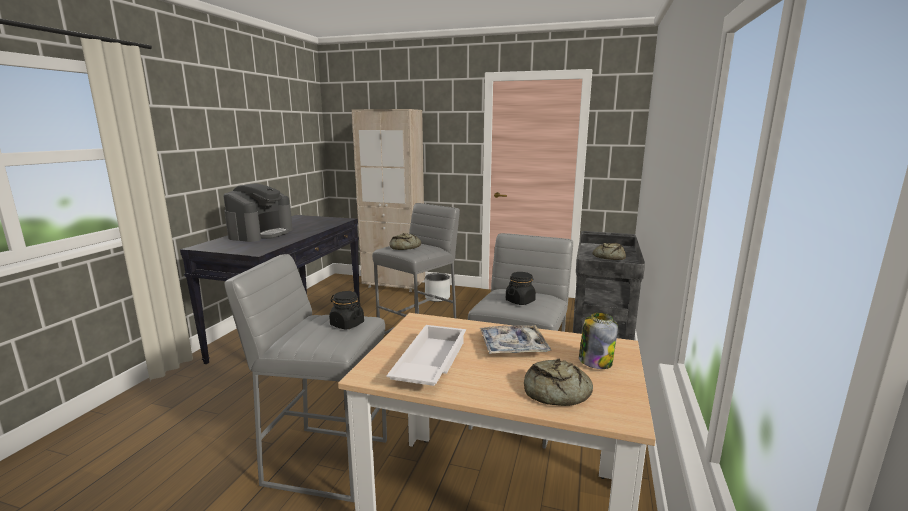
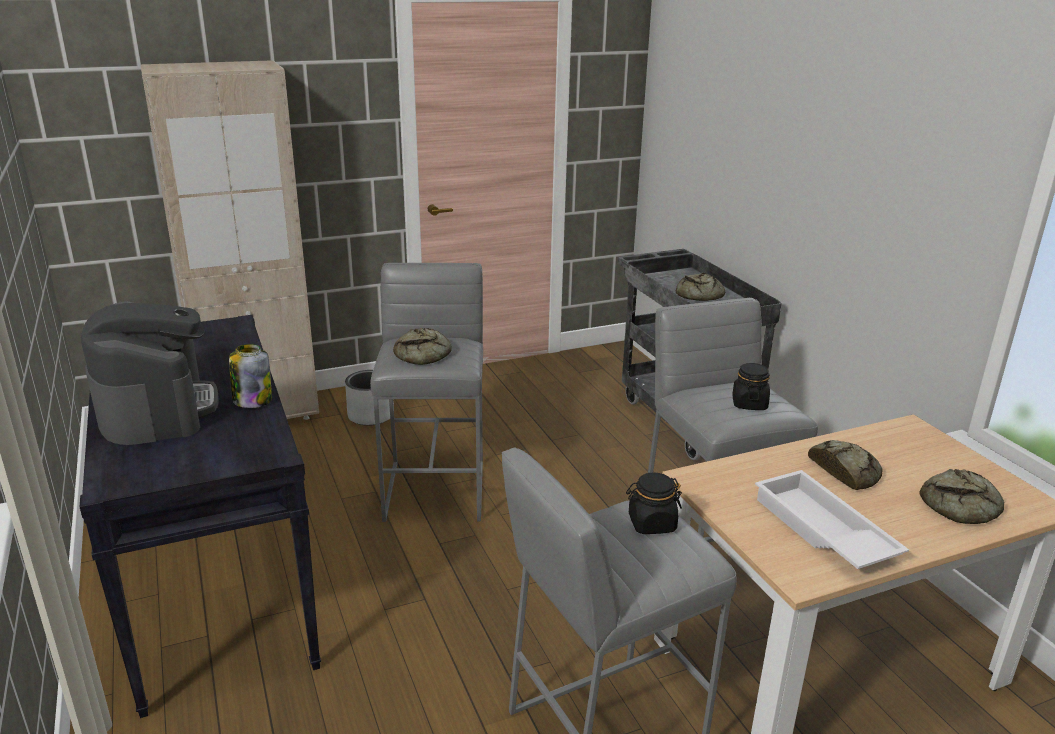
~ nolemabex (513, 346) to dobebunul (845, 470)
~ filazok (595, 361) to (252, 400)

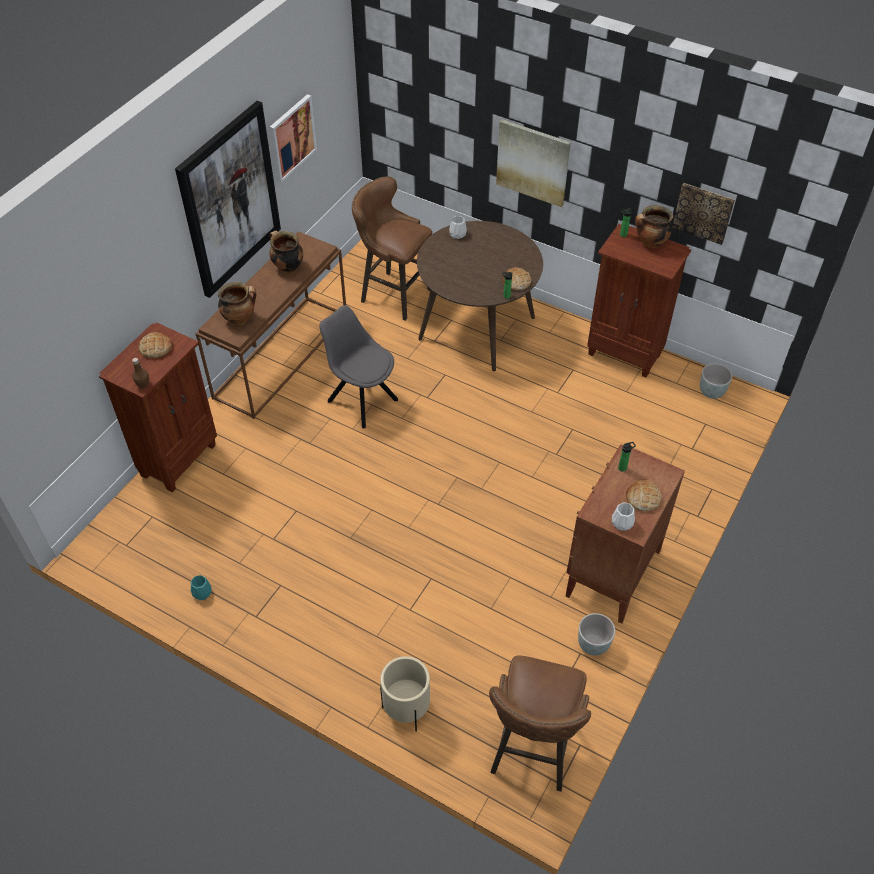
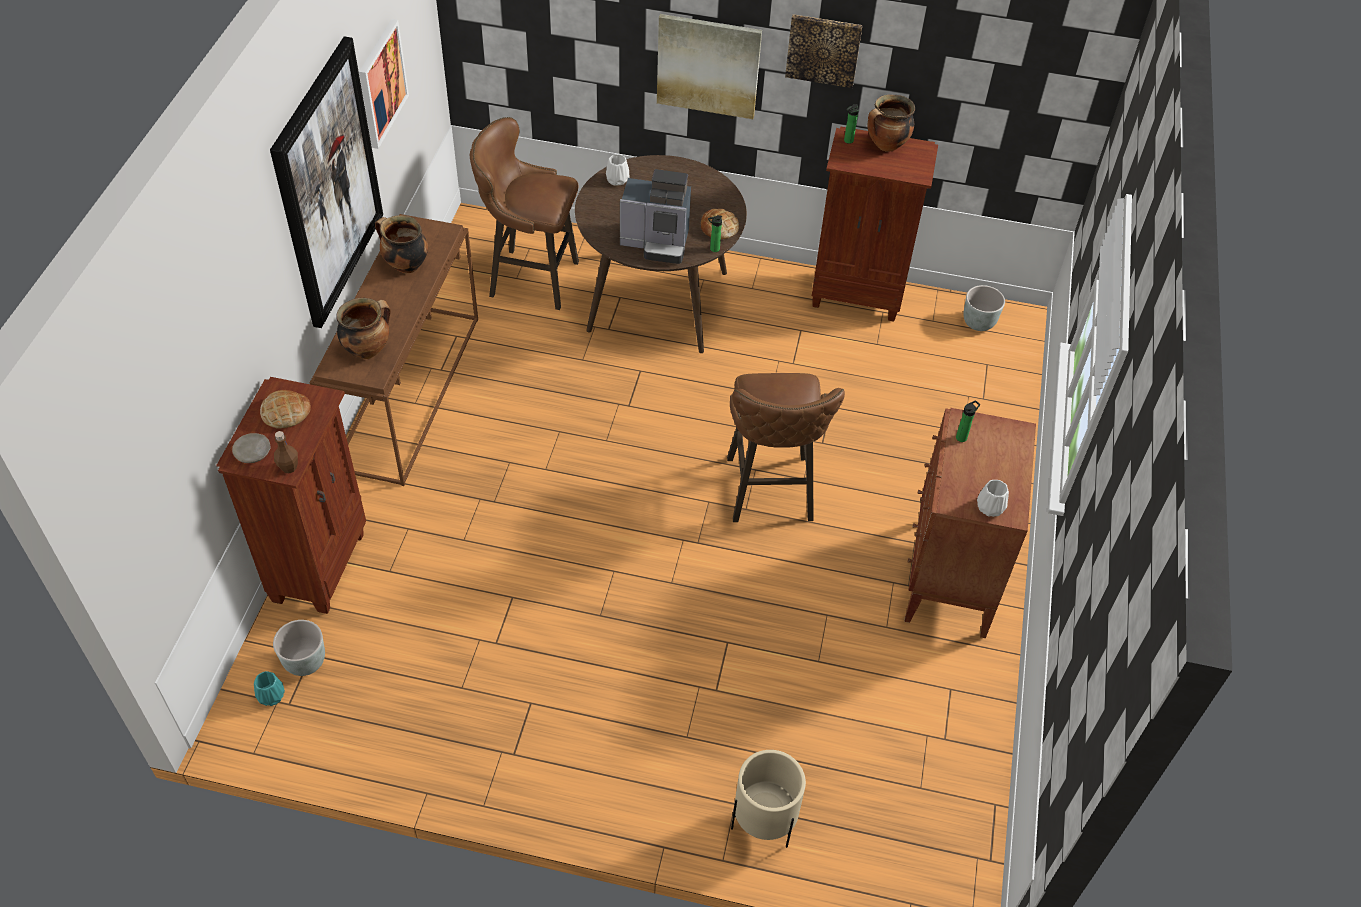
~ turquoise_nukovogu (202, 593) to (272, 696)
- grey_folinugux (361, 400)
~ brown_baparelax (532, 752) to (770, 493)
~ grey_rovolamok (593, 645) to (305, 662)
- dobebunul (643, 497)
~ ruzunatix (703, 212) to (823, 49)
+ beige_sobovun (253, 452)
+ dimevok (657, 242)

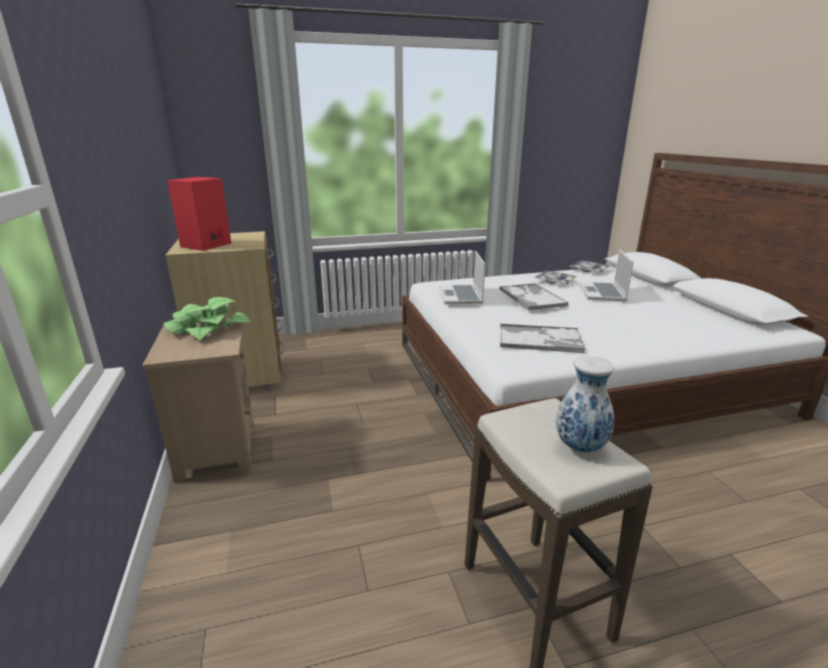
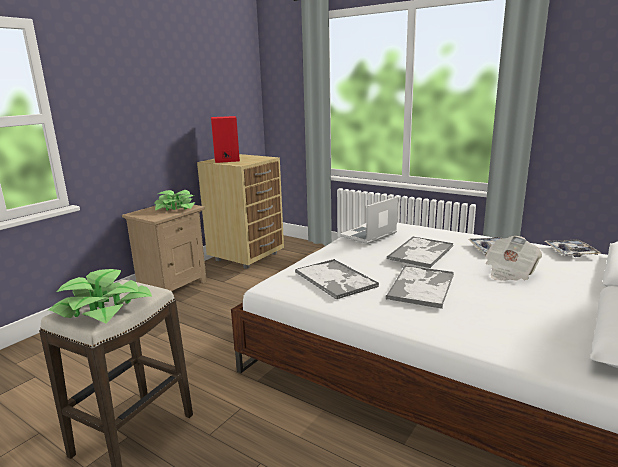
~ nukovogu (580, 446) to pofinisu (103, 309)
~ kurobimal (602, 293) to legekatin (509, 272)
+ nolemabex (421, 286)

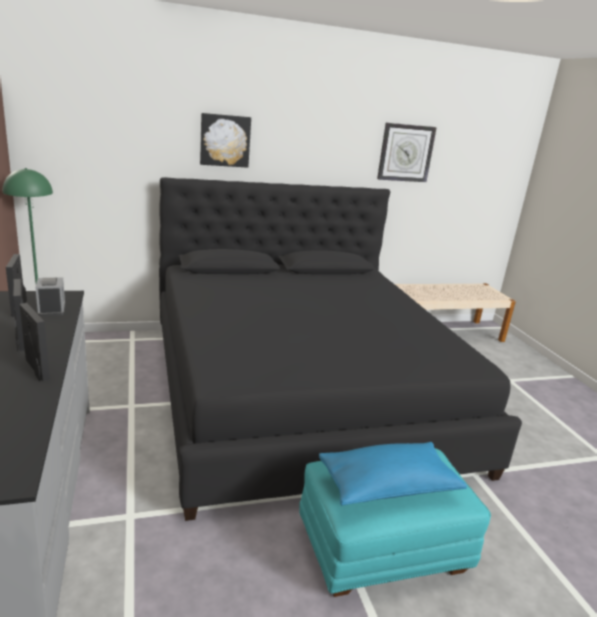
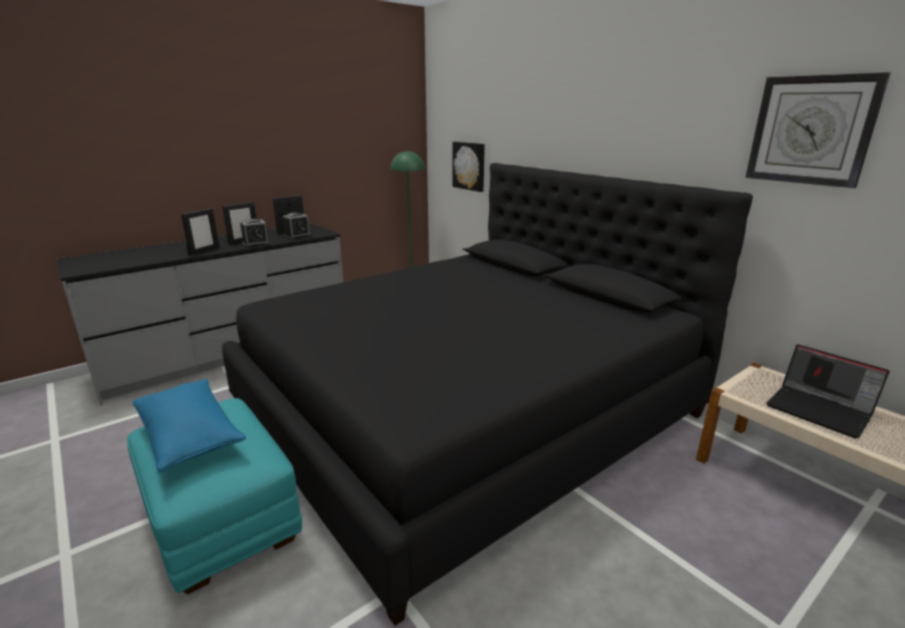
~ ruzunatix (225, 140) to (469, 166)
+ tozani (256, 243)
+ kurobimal (820, 410)

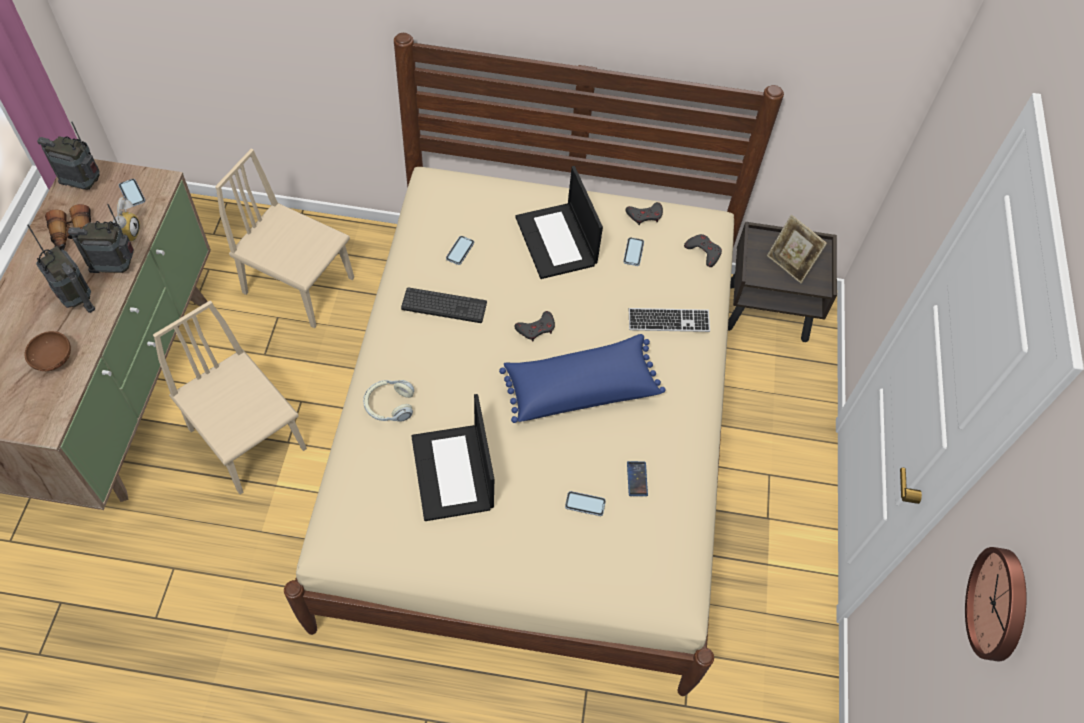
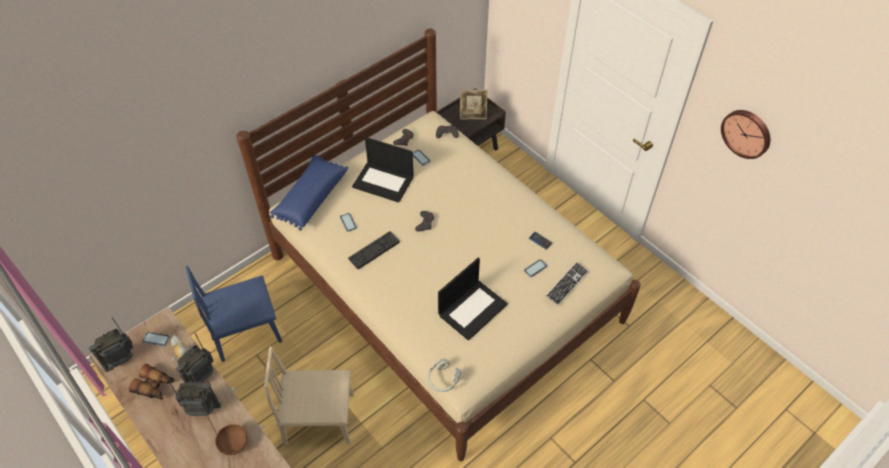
~ beige_folinugux (299, 285) to blue_folinugux (246, 331)
~ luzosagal (389, 405) to (443, 379)
~ kurobimal (453, 473) = (472, 308) 75 degrees counterclockwise
~ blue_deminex (580, 388) to (310, 198)
~ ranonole (668, 321) to (567, 284)

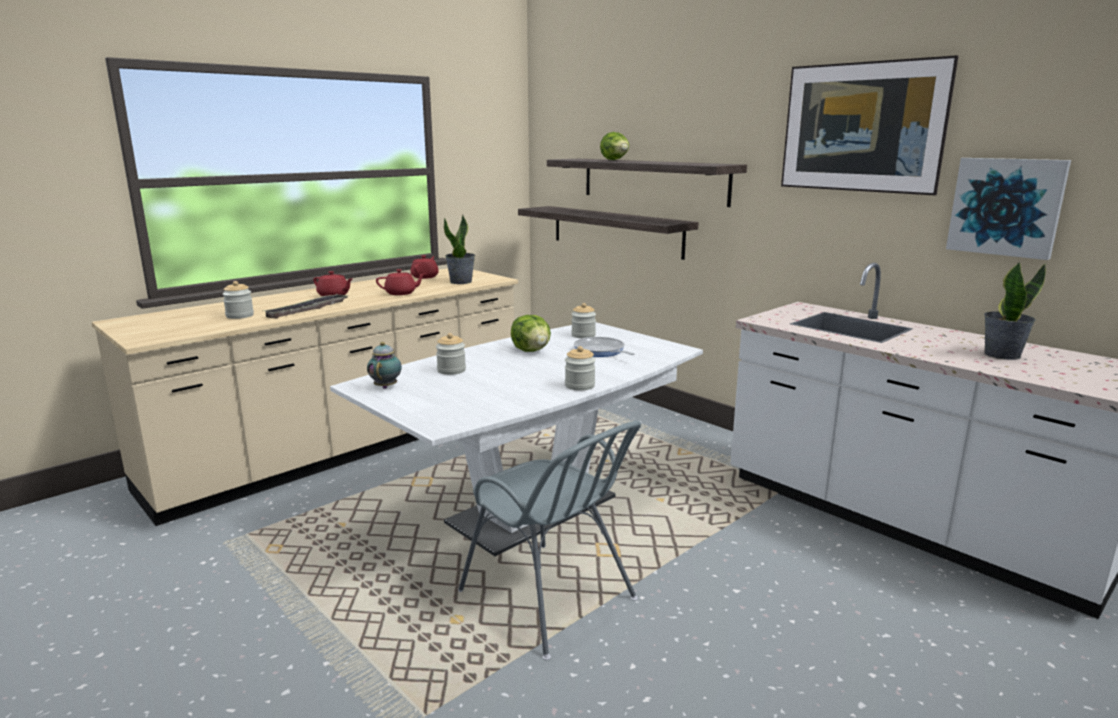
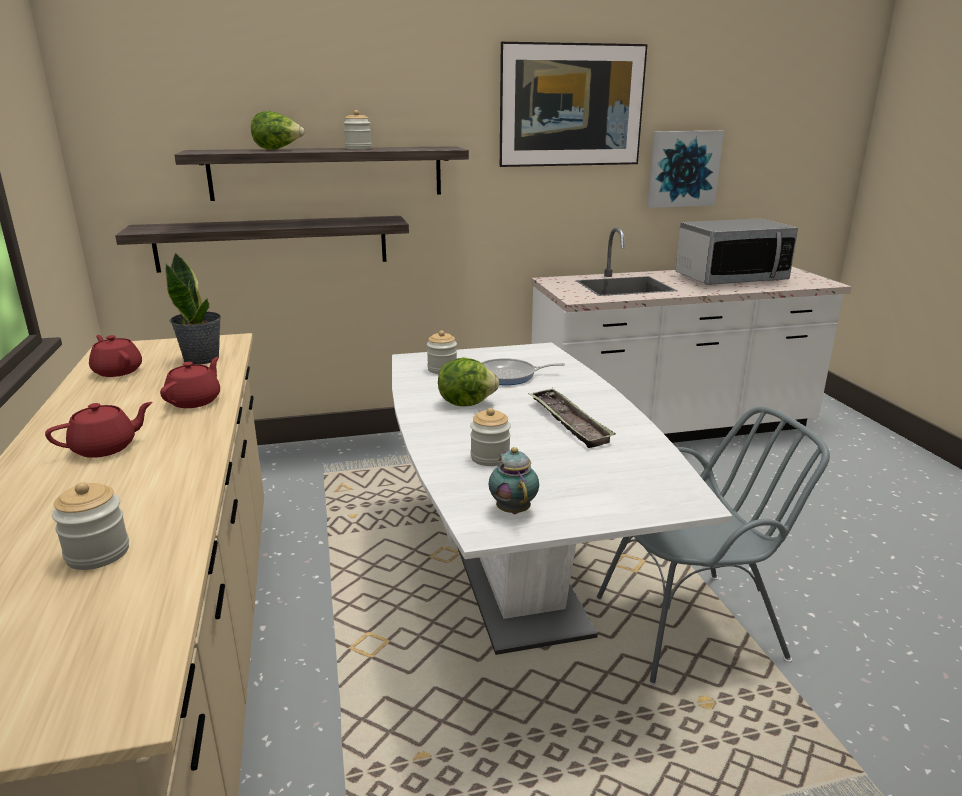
~ nolemabex (307, 310) to (568, 422)
~ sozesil (386, 386) = (513, 509) 45 degrees clockwise
~ filazok (579, 386) to (358, 148)
~ pofinisu (1001, 355) to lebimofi (730, 278)

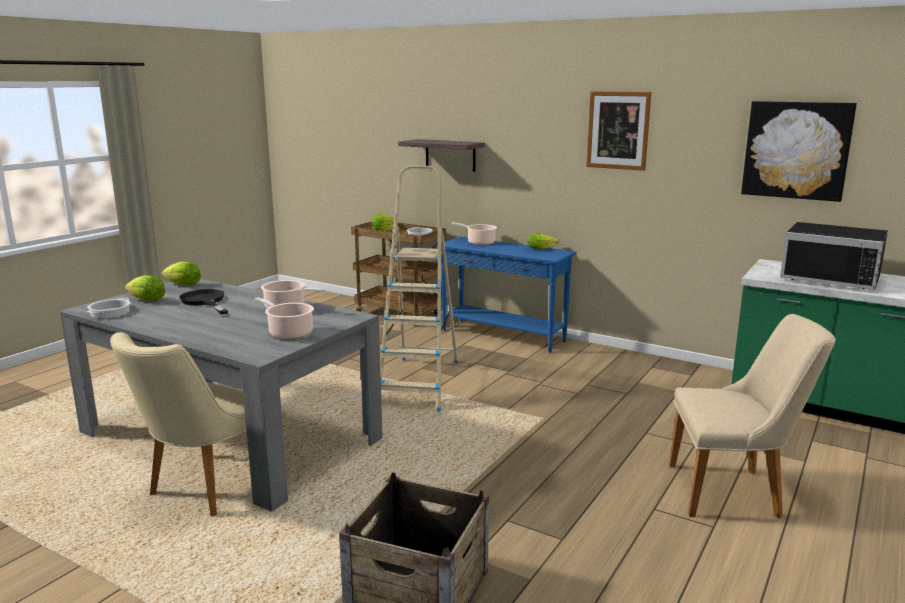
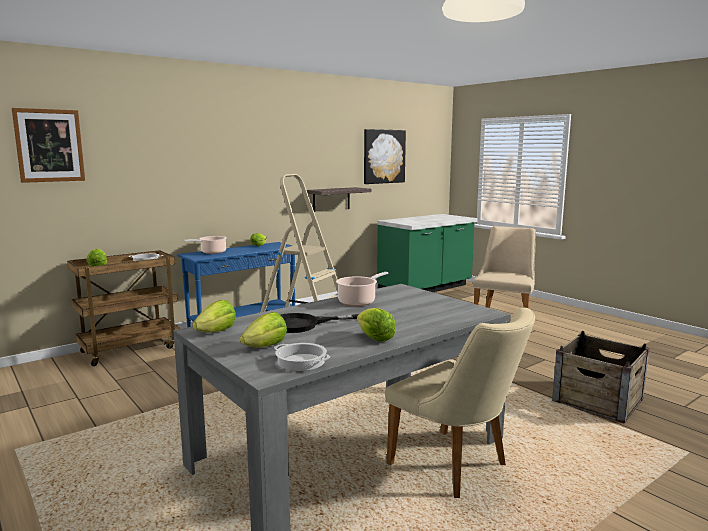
- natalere (289, 333)
~ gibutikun (450, 155) to (331, 199)
~ ruzunatix (618, 130) to (49, 145)
- black_lebimofi (831, 277)
+ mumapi (374, 338)

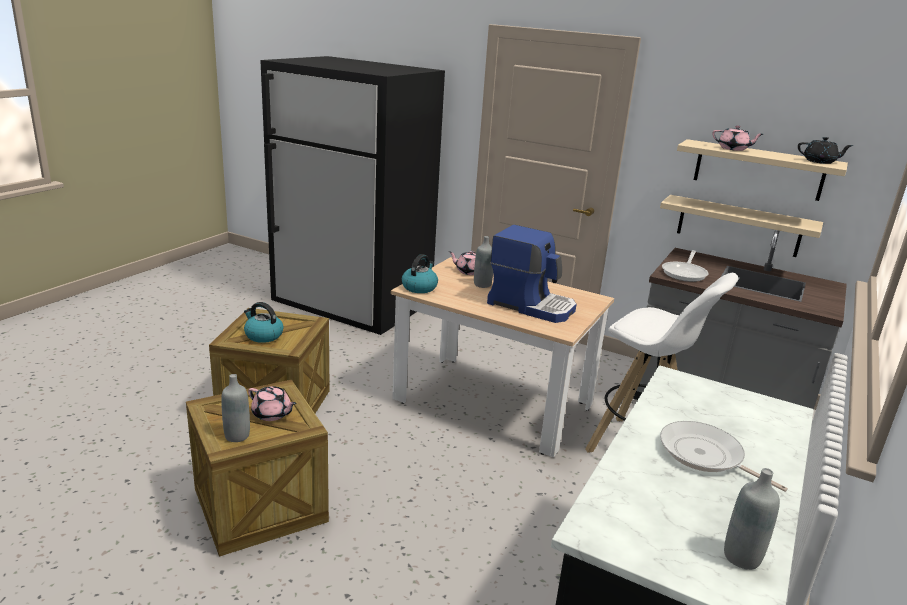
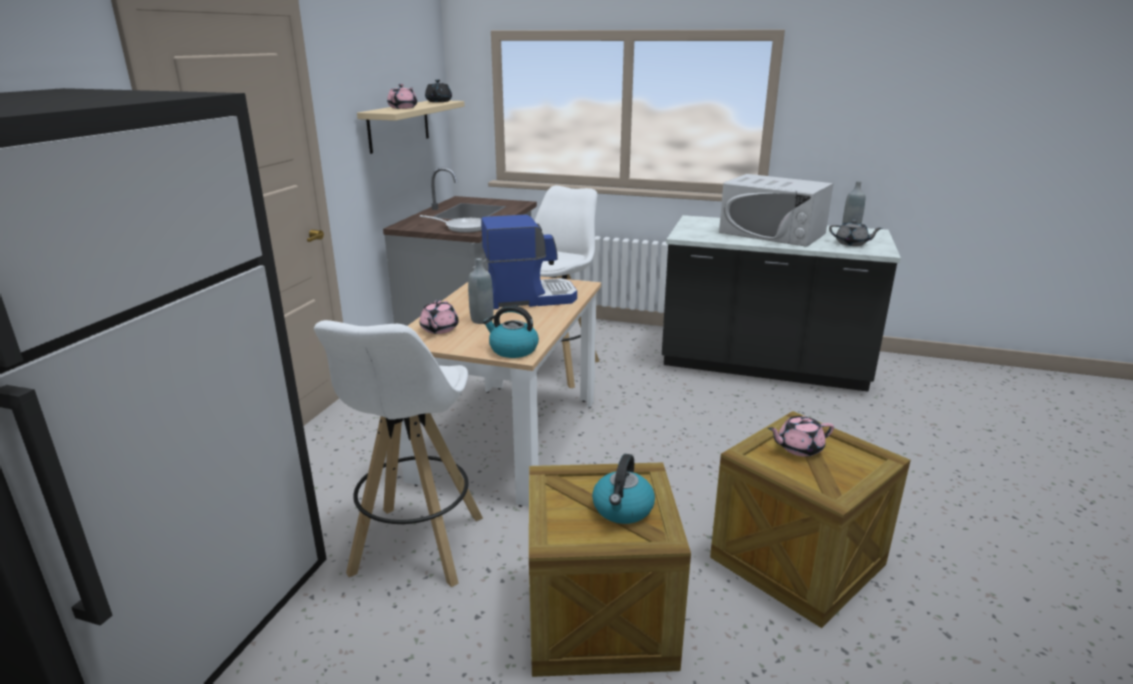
- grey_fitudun (237, 436)
~ pink_sozesil (272, 414) = (798, 448) 120 degrees counterclockwise
~ dimevok (531, 305) = (529, 297) 60 degrees clockwise
- beige_gibutikun (739, 226)
~ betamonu (705, 455) to white_lebimofi (772, 233)
+ white_baparelax (415, 547)
+ grey_sozesil (852, 243)

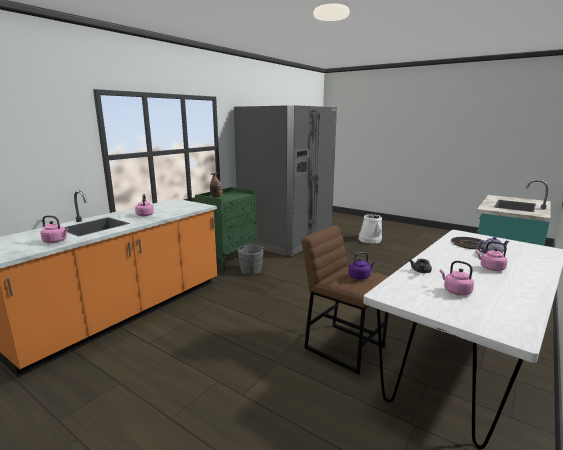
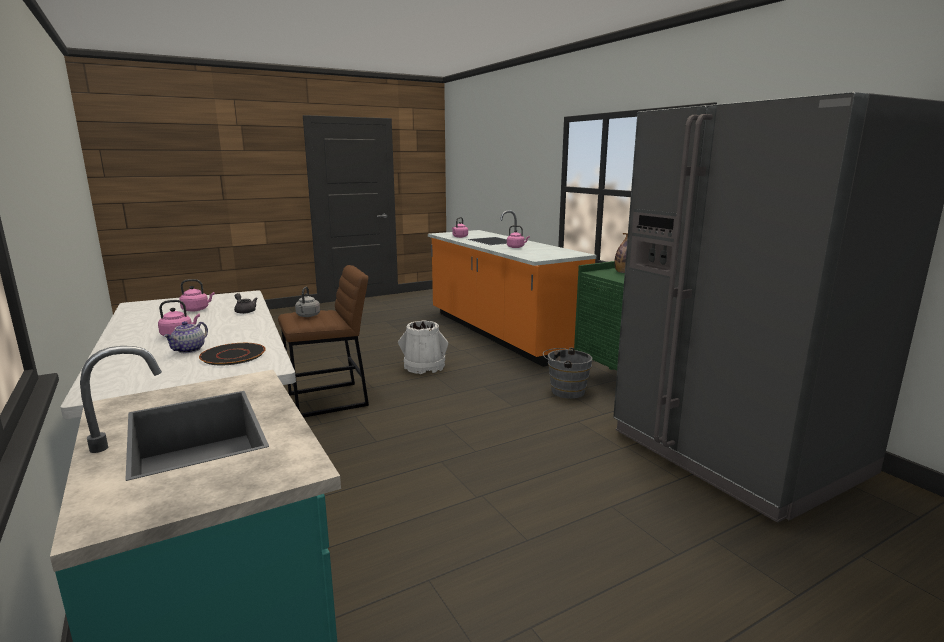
~ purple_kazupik (360, 276) to grey_kazupik (307, 316)
~ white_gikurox (370, 240) to (424, 367)

